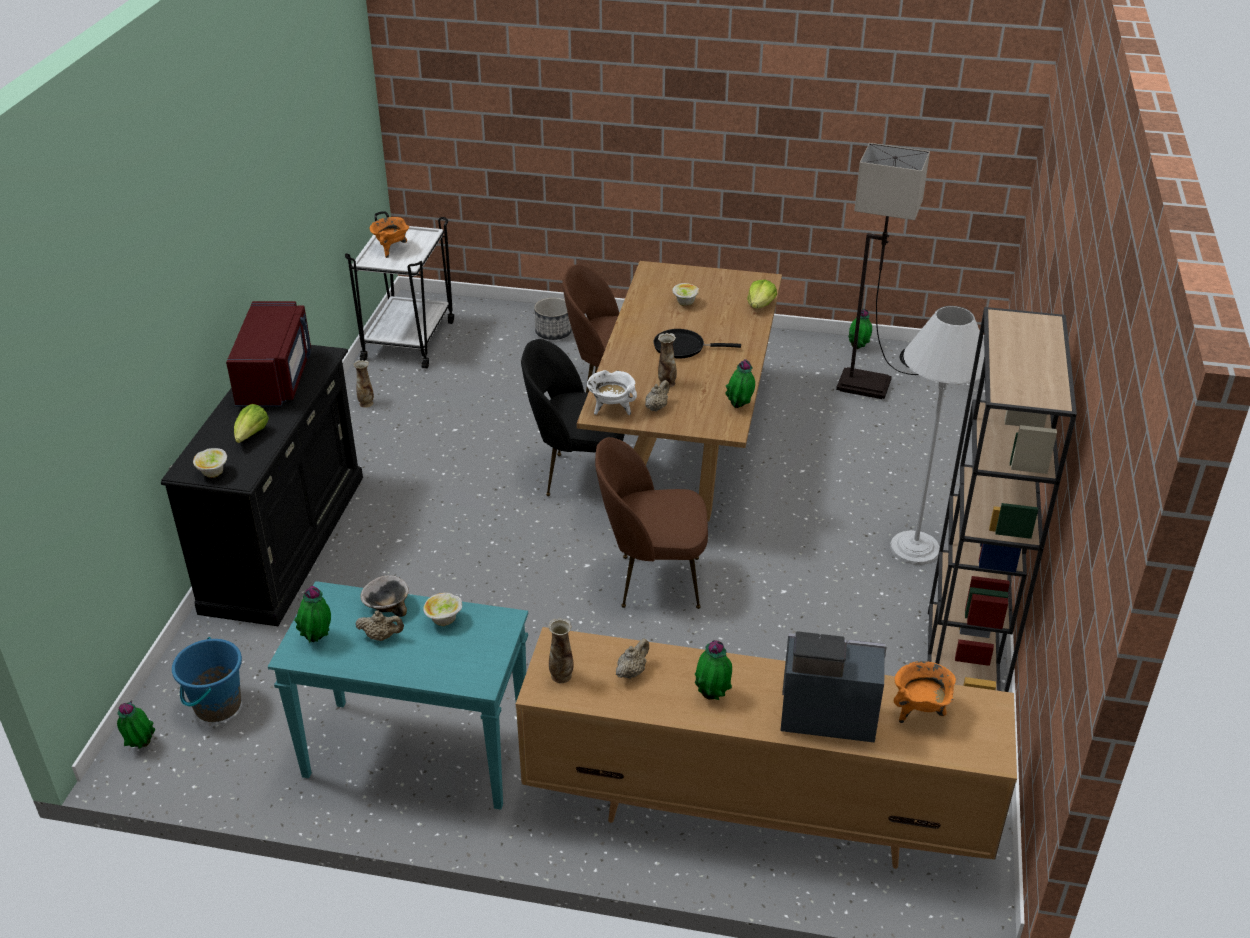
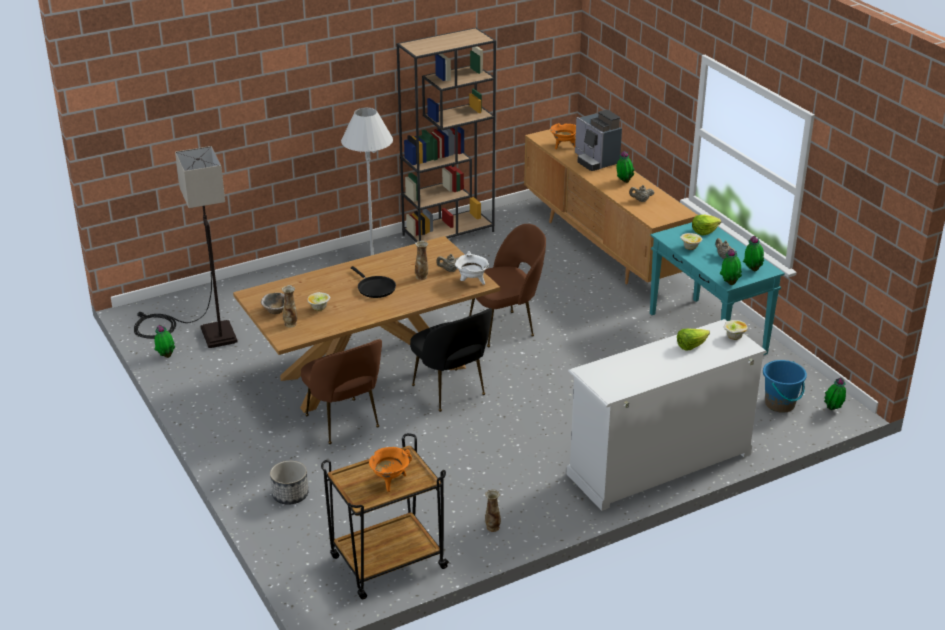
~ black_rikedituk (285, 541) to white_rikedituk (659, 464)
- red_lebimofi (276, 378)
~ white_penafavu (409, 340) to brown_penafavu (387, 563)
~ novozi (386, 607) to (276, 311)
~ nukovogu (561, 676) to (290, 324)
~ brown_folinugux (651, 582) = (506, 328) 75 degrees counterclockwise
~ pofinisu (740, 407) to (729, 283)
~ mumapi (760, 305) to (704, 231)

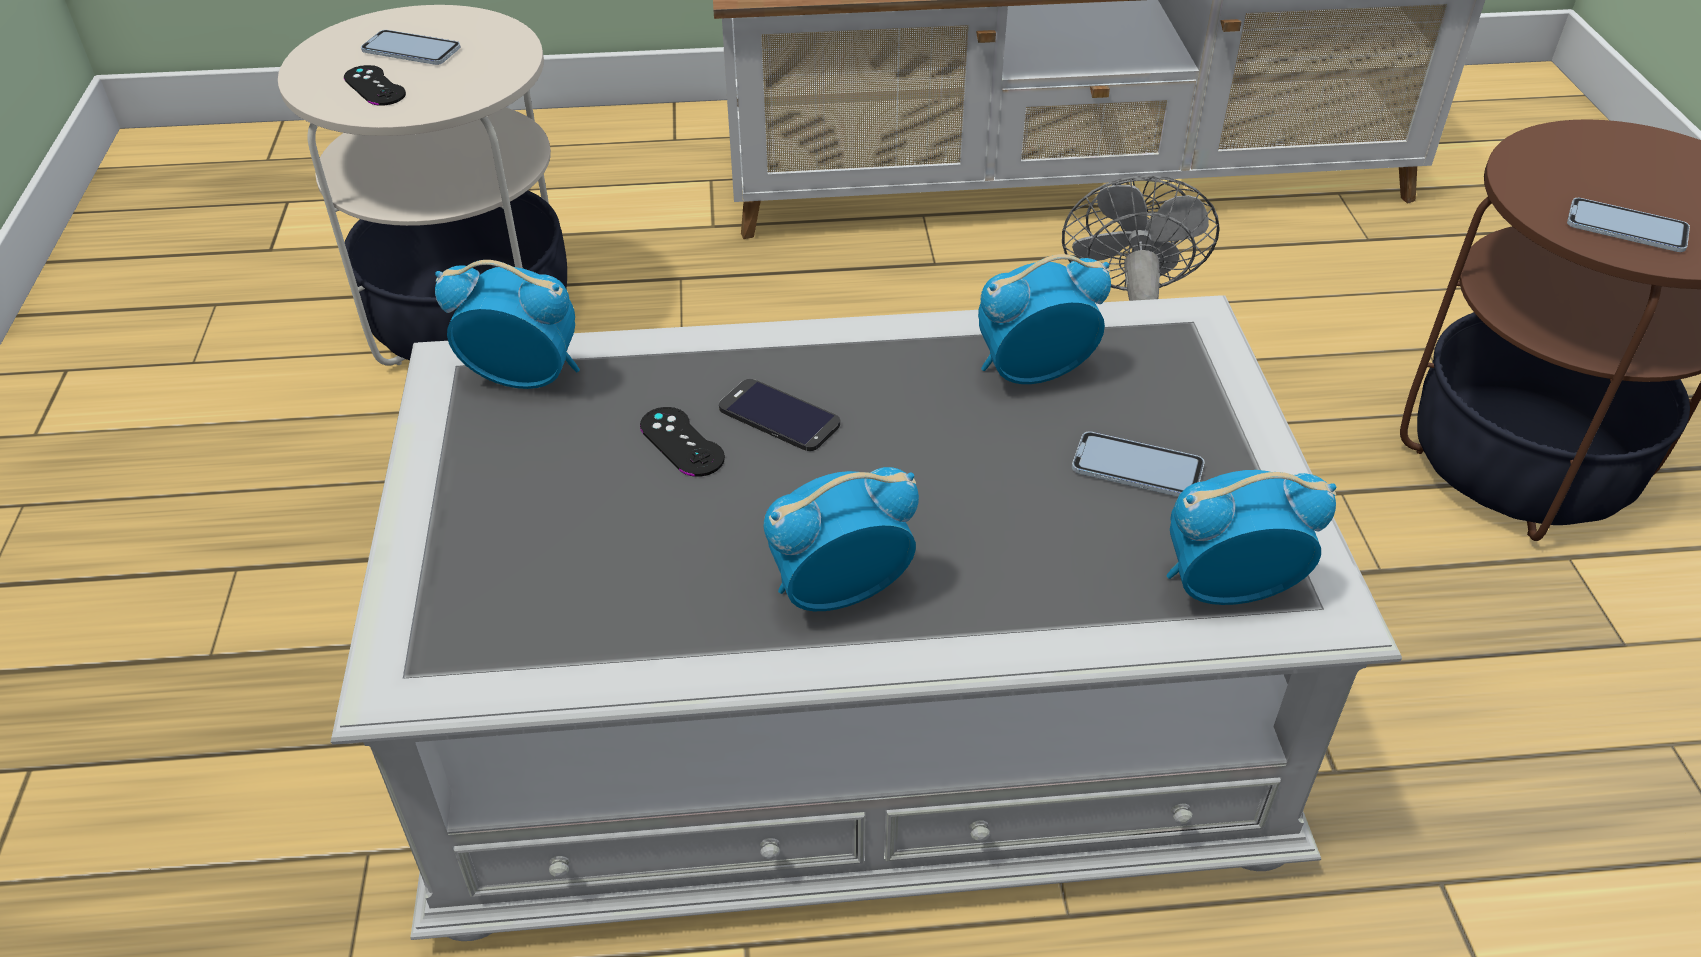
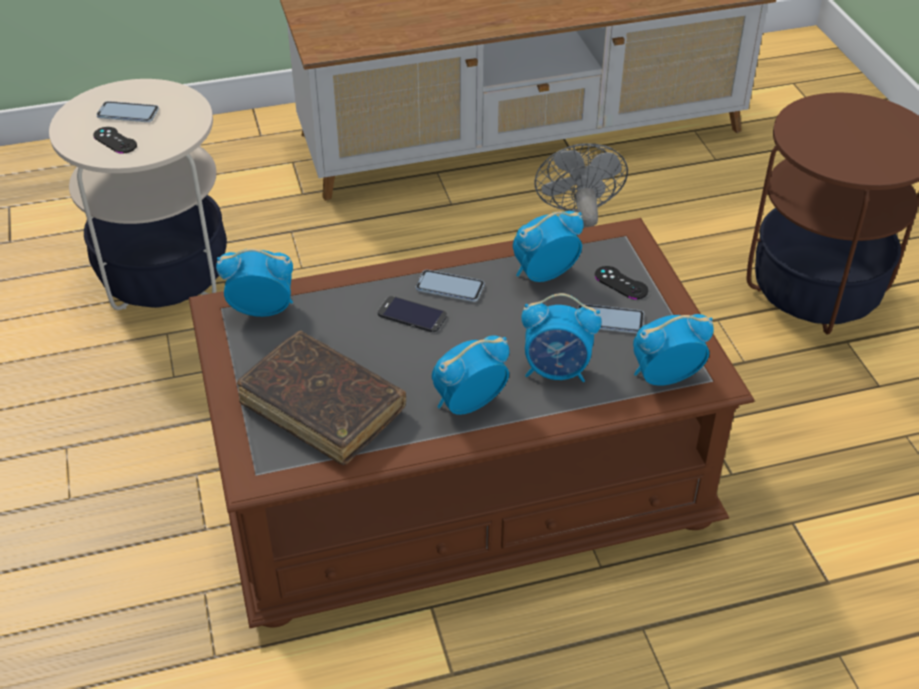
~ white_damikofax (845, 707) to brown_damikofax (457, 477)
~ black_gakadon (682, 442) to (621, 283)
~ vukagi (1626, 228) to (450, 287)
+ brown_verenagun (322, 407)
+ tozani (557, 371)

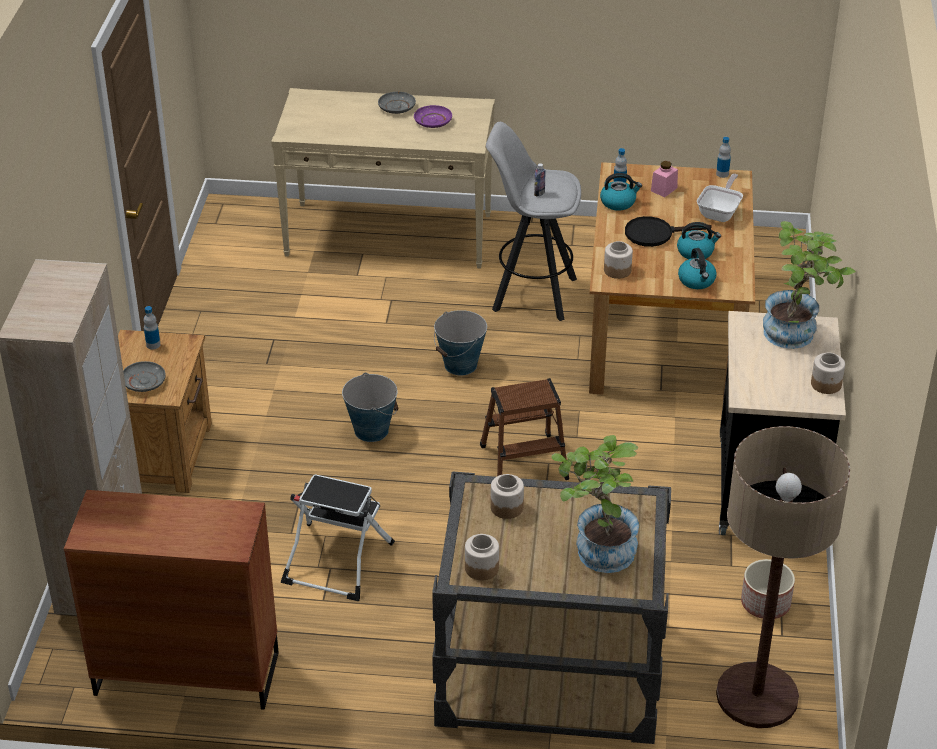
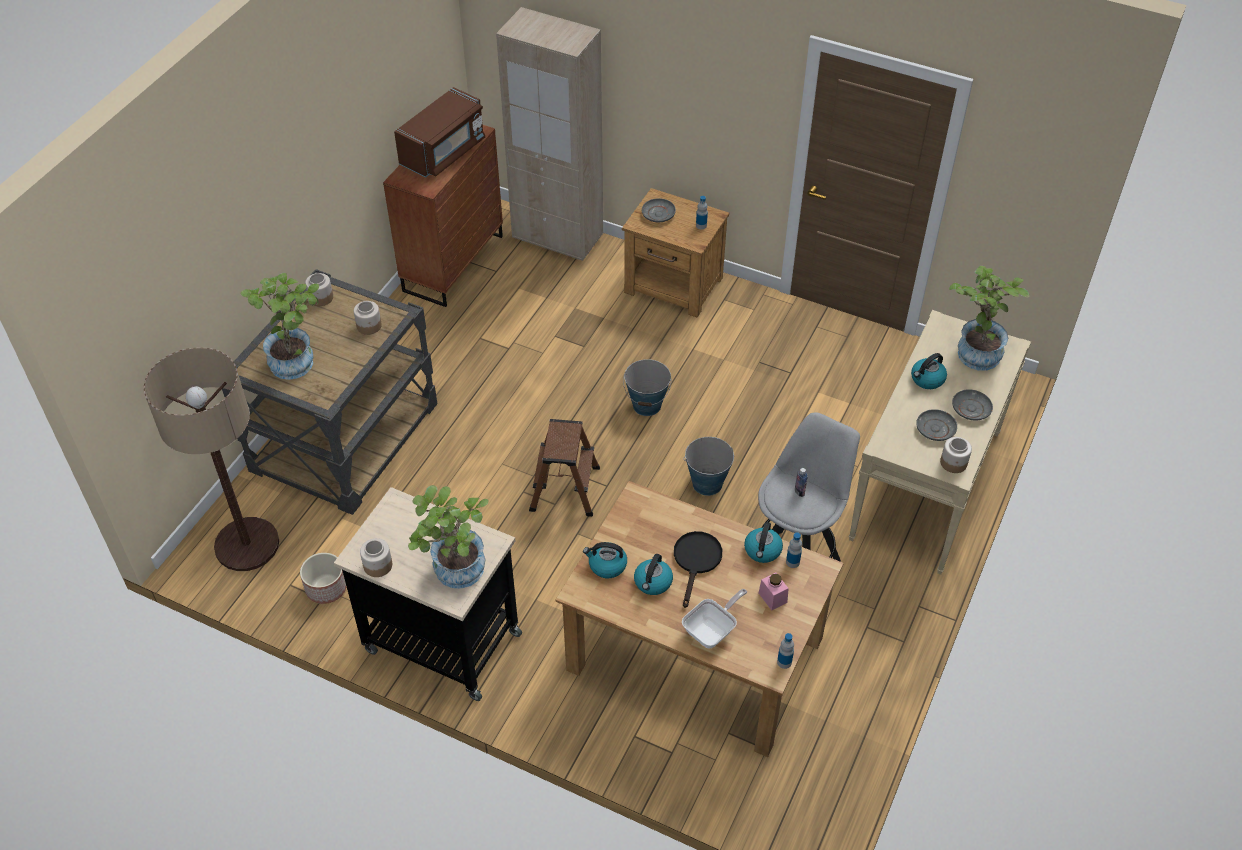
- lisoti (336, 559)
~ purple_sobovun (433, 121) to grey_sobovun (935, 429)
~ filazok (617, 270) to (953, 463)
~ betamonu (720, 212) = (712, 630) 90 degrees counterclockwise
+ brown_lebimofi (444, 152)
+ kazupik (927, 379)
+ pofinisu (975, 350)

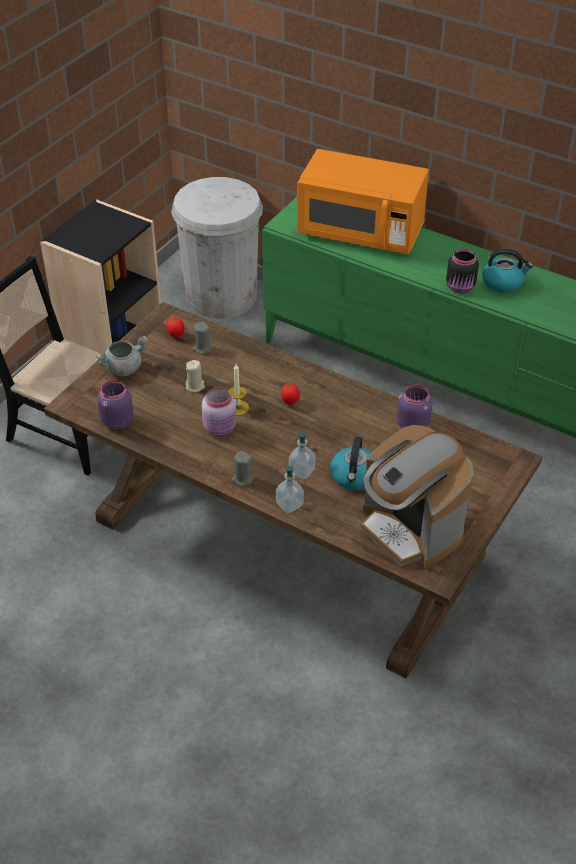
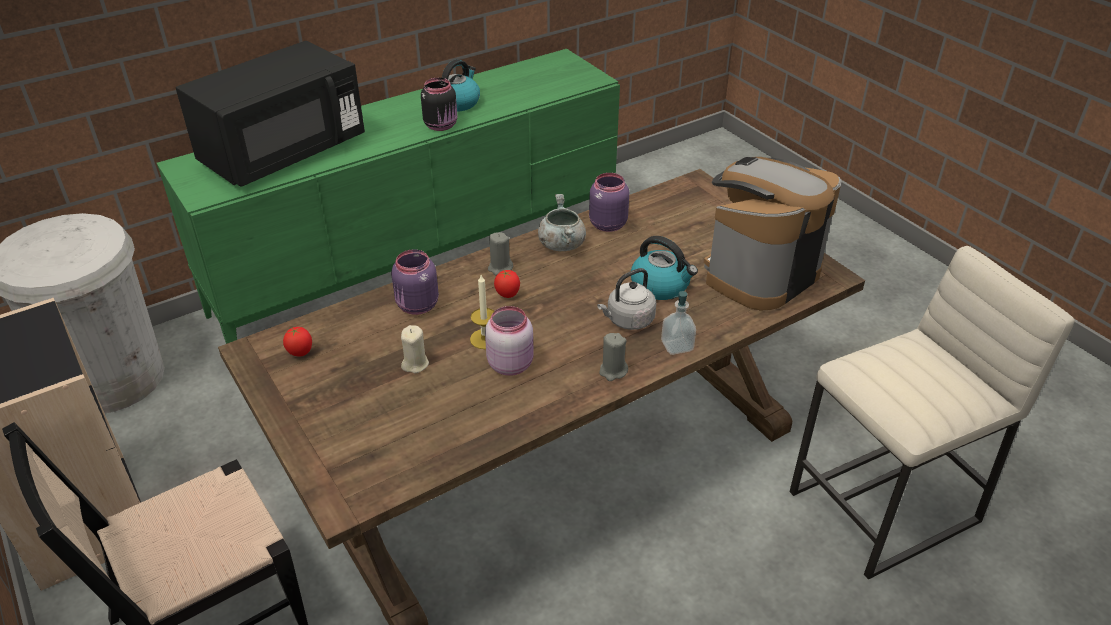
~ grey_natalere (123, 368) to (561, 244)
~ purple_filazok (116, 421) to (417, 306)
~ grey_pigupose (202, 348) to (500, 268)
~ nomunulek (301, 471) to grey_kazupik (628, 320)
~ orange_lebimofi (360, 232) to black_lebimofi (283, 152)
~ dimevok (410, 530) = (759, 273) 150 degrees clockwise
+ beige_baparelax (884, 506)

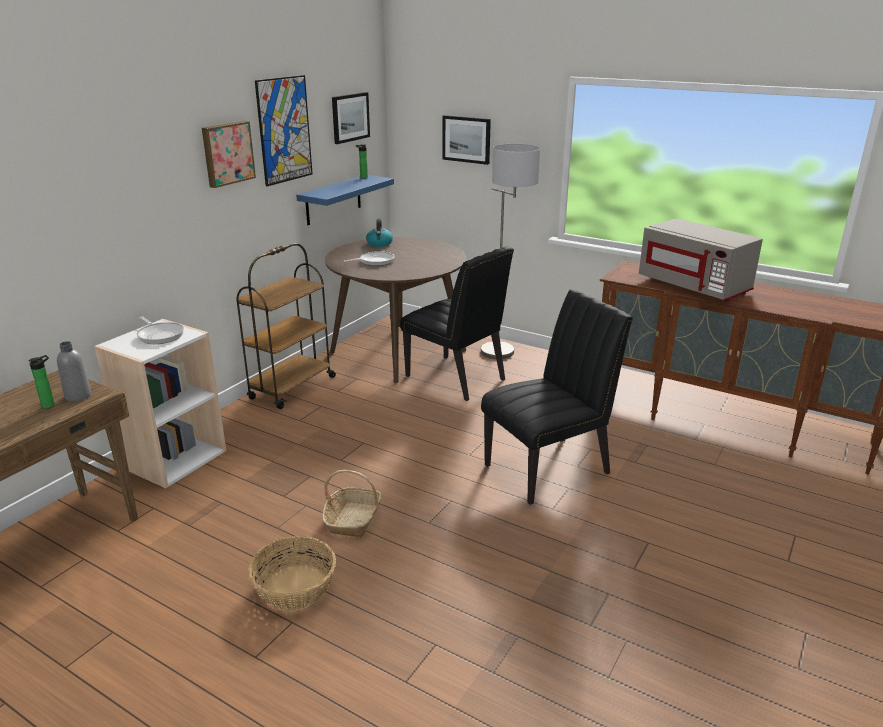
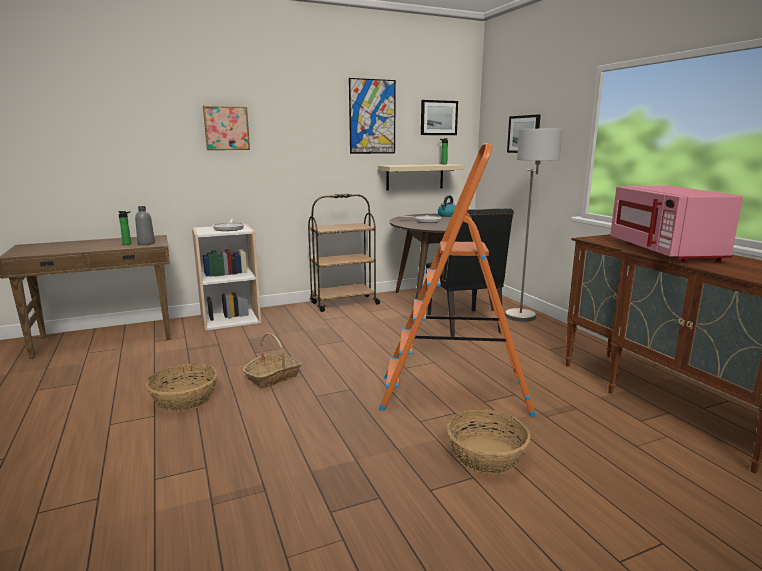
~ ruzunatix (227, 153) to (226, 128)
~ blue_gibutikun (333, 200) to beige_gibutikun (415, 177)
~ black_folinugux (546, 470) to orange_lisoti (453, 395)
~ grey_lebimofi (694, 286) to pink_lebimofi (665, 251)
+ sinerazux (487, 456)

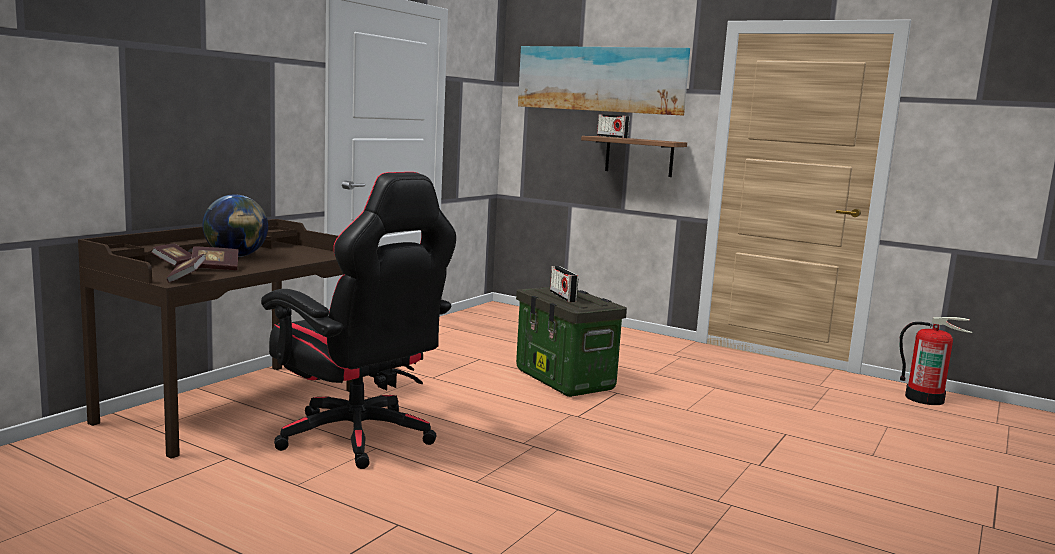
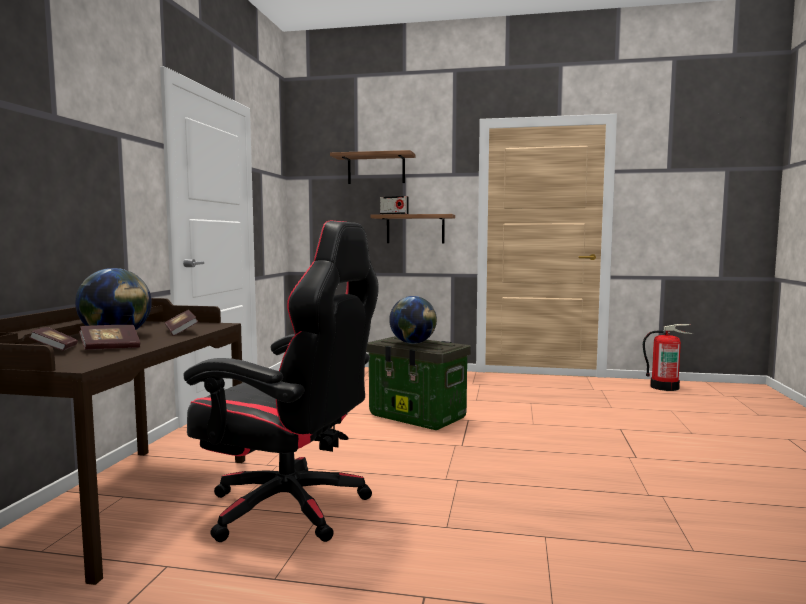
~ verenagun (187, 278) to (181, 332)
~ ruzunatix (600, 79) to gibutikun (376, 169)
~ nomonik (562, 296) to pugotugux (413, 343)

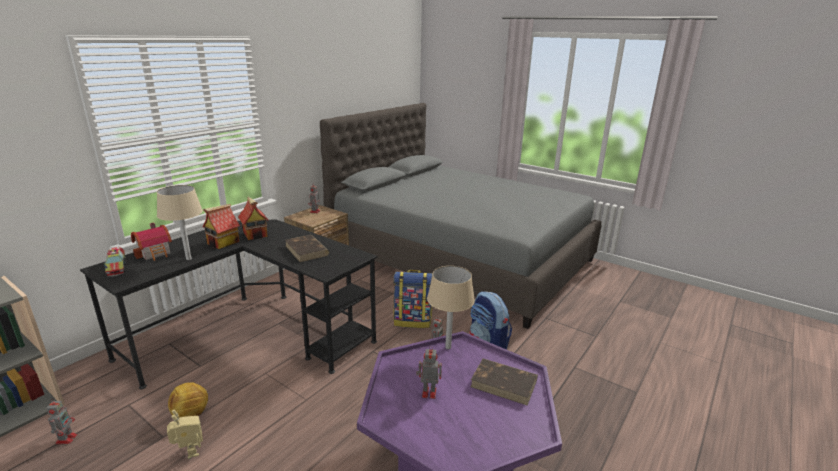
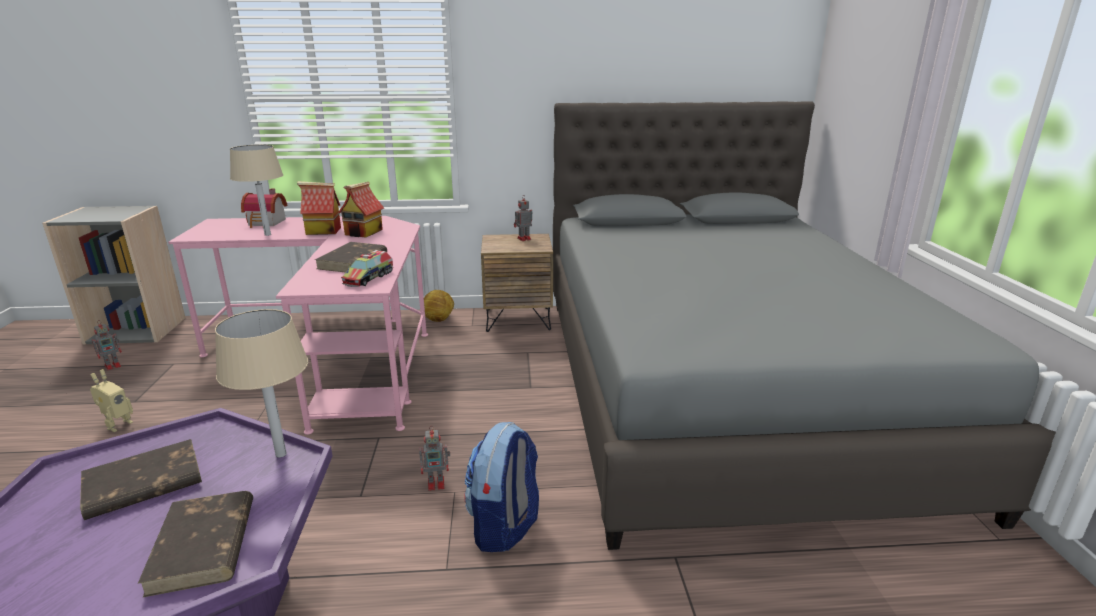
~ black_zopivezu (253, 334) to pink_zopivezu (336, 355)
~ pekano (117, 267) to (369, 278)
~ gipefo (191, 414) to (439, 320)
- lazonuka (413, 321)
~ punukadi (428, 392) to brown_verenagun (142, 484)

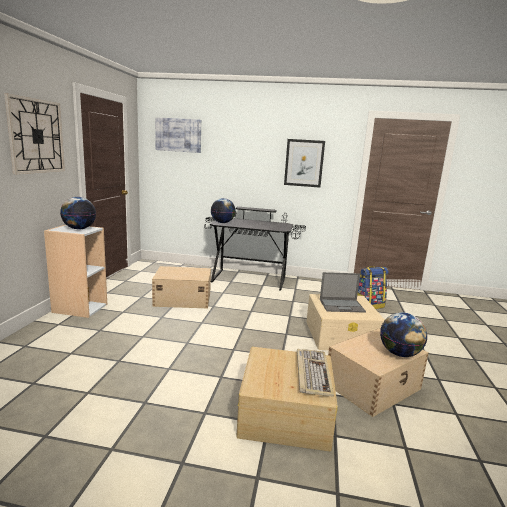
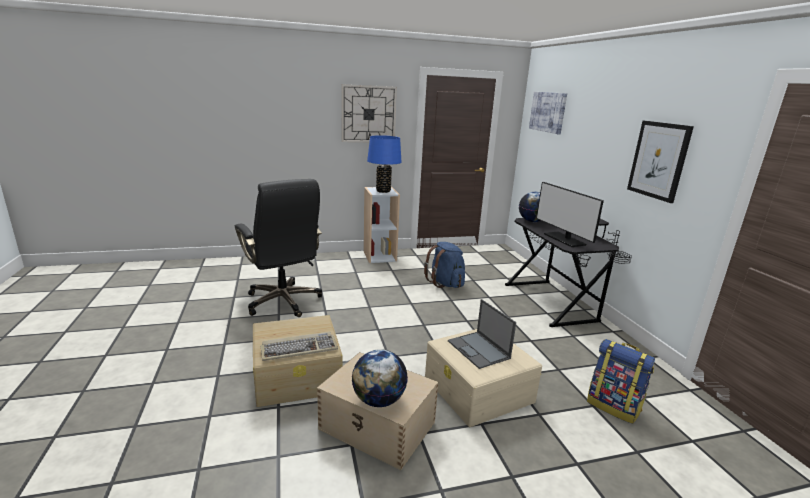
~ pugotugux (79, 229) to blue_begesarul (383, 191)
~ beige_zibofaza (182, 299) to blue_lazonuka (445, 283)
+ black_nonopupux (282, 300)
+ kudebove (564, 239)

